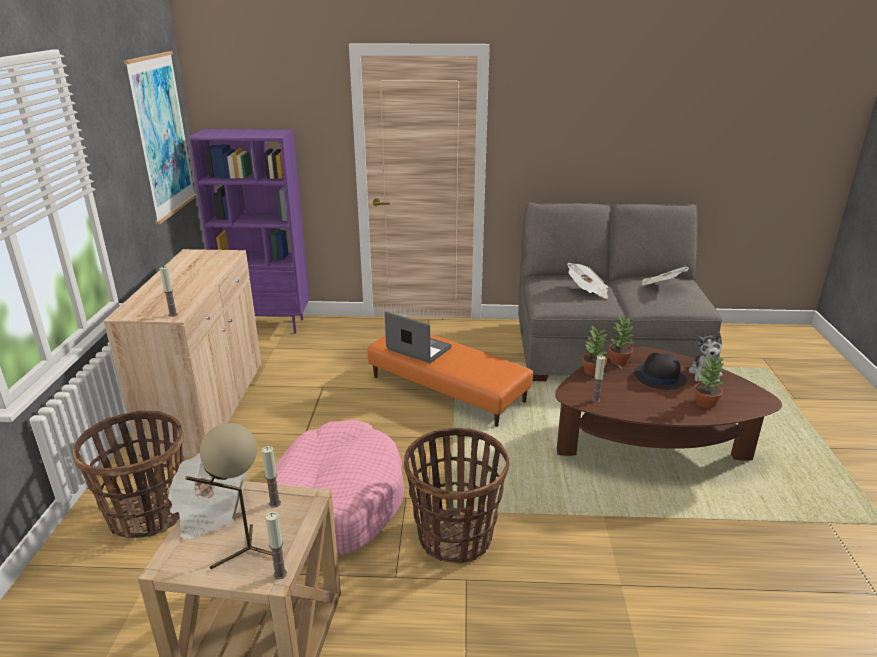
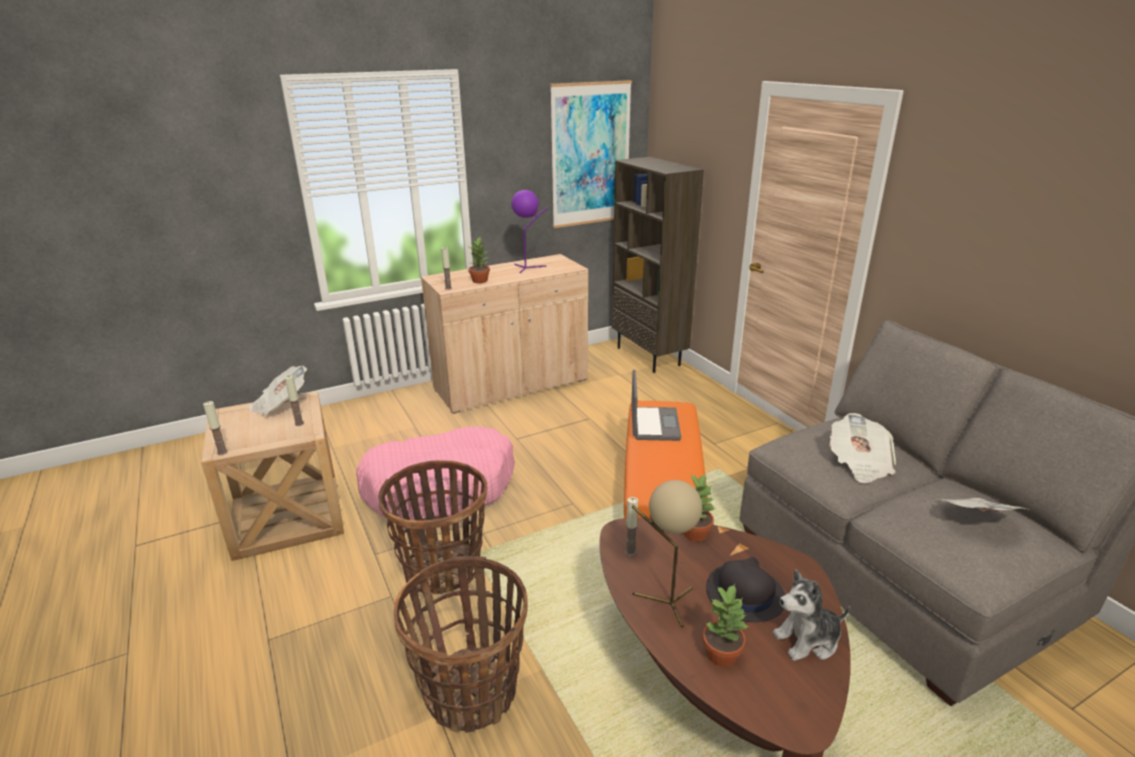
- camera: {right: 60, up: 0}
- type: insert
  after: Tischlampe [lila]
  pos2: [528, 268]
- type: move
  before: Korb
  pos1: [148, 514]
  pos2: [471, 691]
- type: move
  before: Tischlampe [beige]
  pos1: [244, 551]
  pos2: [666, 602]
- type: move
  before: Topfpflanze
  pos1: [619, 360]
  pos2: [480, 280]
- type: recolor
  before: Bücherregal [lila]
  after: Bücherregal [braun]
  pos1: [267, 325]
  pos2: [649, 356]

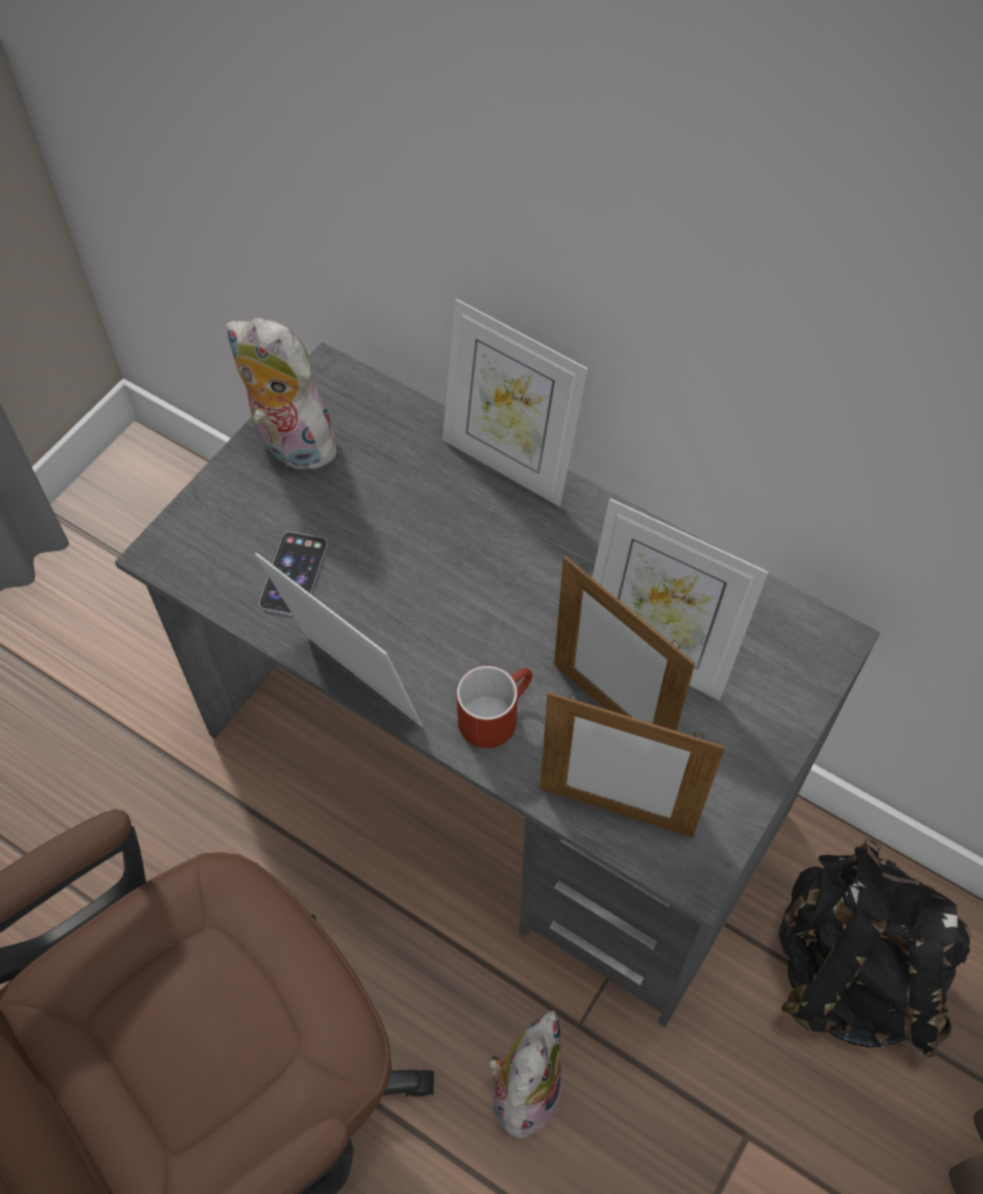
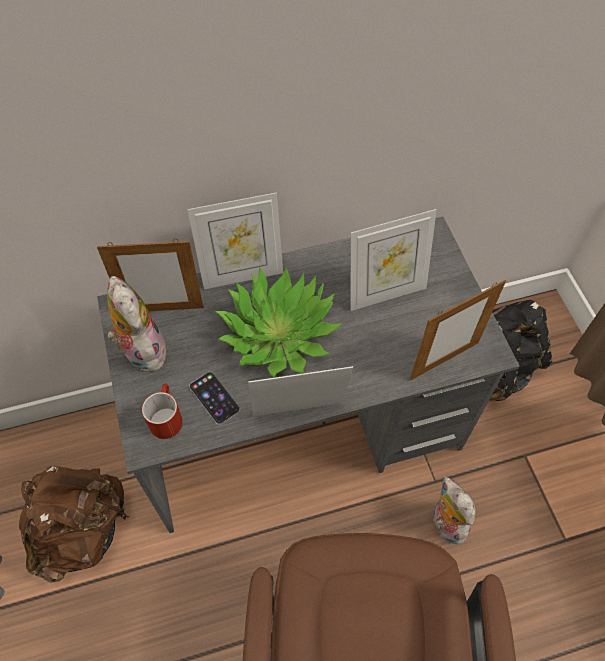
- camera: {right: -50, up: 0}
- type: insert
  after: Rucksack [braun]
  pos2: [83, 530]
- type: insert
  after: Topfpflanze
  pos2: [279, 333]
- type: move
  before: Henkelbecher [rot]
  pos1: [495, 713]
  pos2: [165, 416]
- type: move
  before: Bilderrahmen
  pos1: [610, 711]
  pos2: [163, 309]
- type: rotate
  before: Plüschtier
  pos1: [289, 445]
  pos2: [141, 350]
  turn: 75

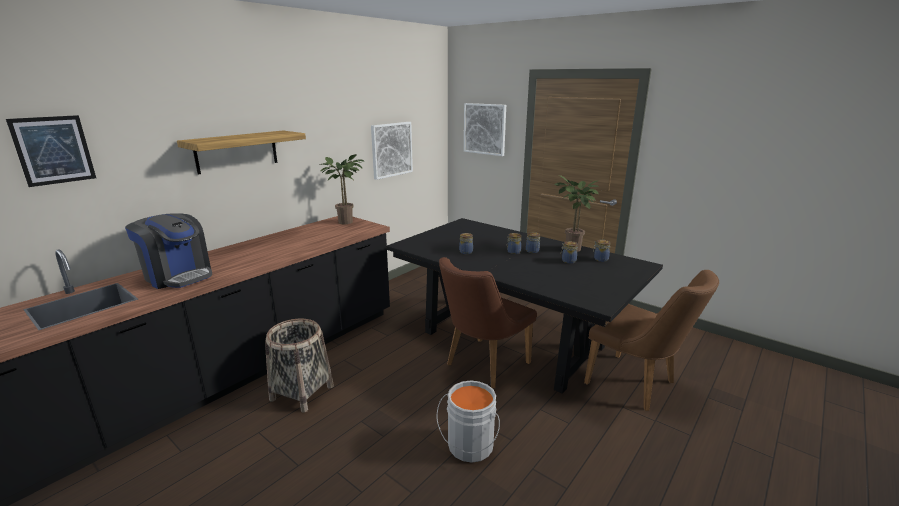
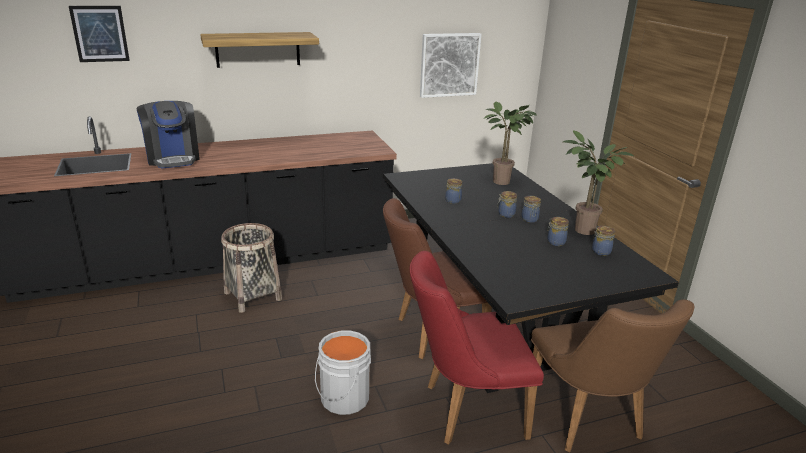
- camera: {right: 30, up: 5}
- type: delete
  before: Bild
  pos1: [485, 129]
- type: insert
  after: Stuhl [rot]
  pos2: [464, 410]
- type: move
  before: Topfpflanze
  pos1: [348, 221]
  pos2: [504, 181]

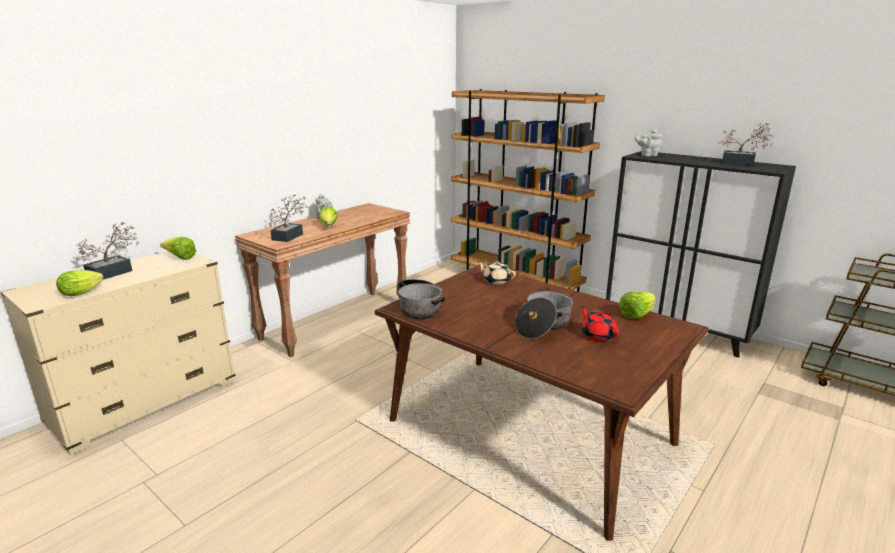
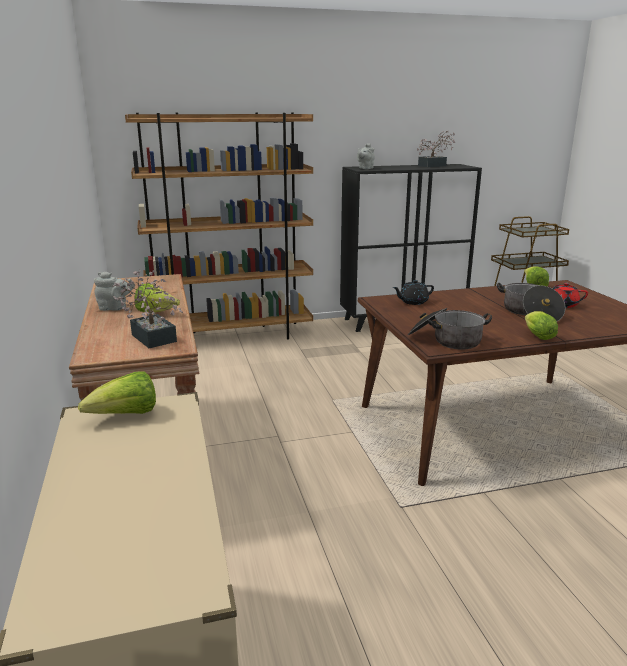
- camera: {right: -55, up: 0}
- type: delete
  before: Topfpflanze
  pos1: [114, 272]
- type: move
  before: Salatkopf
  pos1: [83, 292]
  pos2: [536, 335]
- type: recolor
  before: Teekanne [beige]
  after: Teekanne [schwarz]
  pos1: [496, 281]
  pos2: [413, 302]

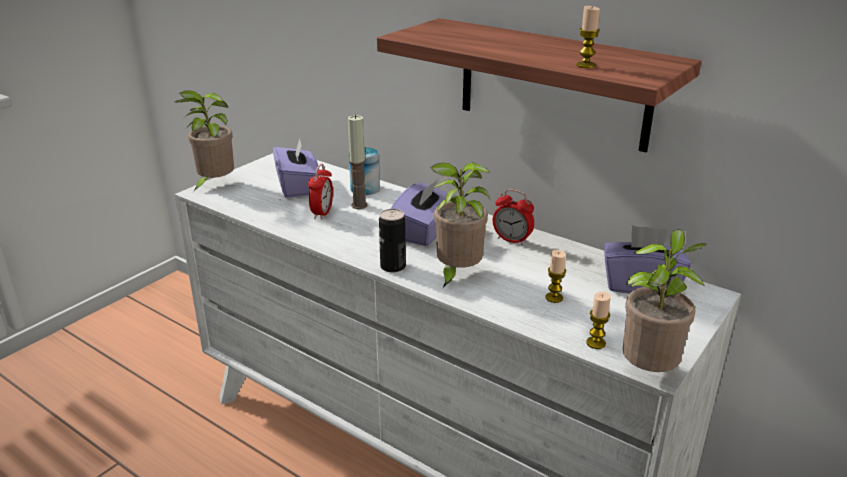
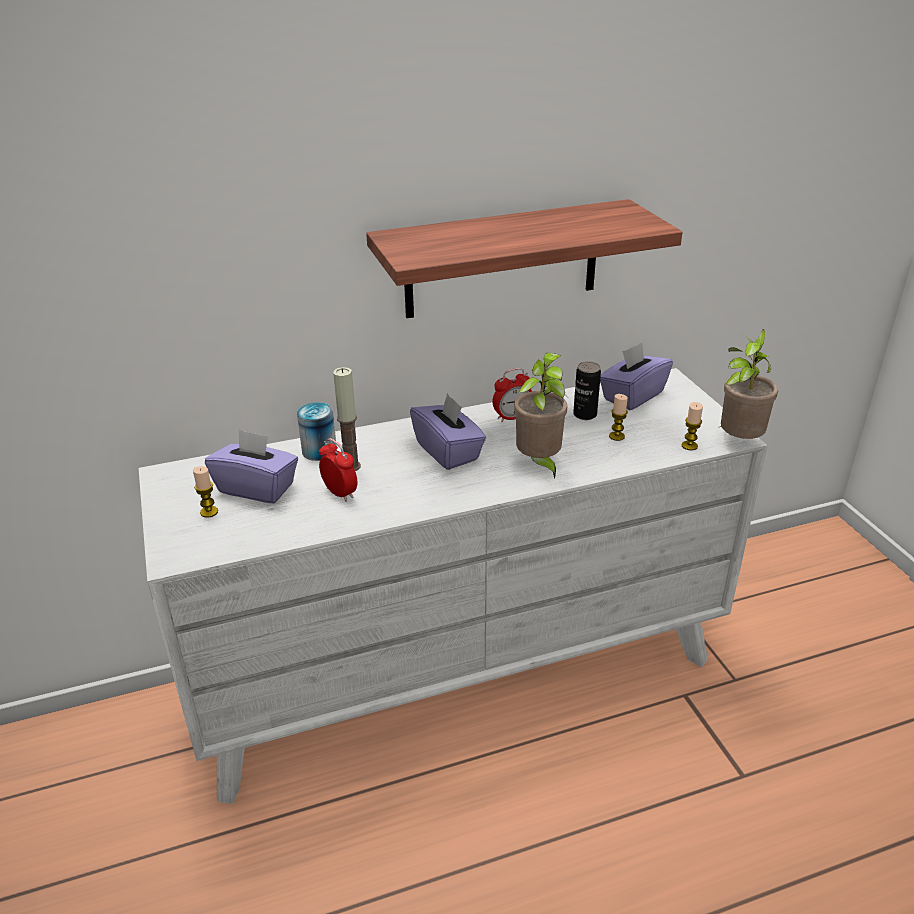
- camera: {right: -55, up: 5}
- type: delete
  before: Topfpflanze
  pos1: [214, 185]
- type: move
  before: Dose
  pos1: [393, 266]
  pos2: [585, 415]
- type: move
  before: Kerze
  pos1: [585, 65]
  pos2: [209, 512]

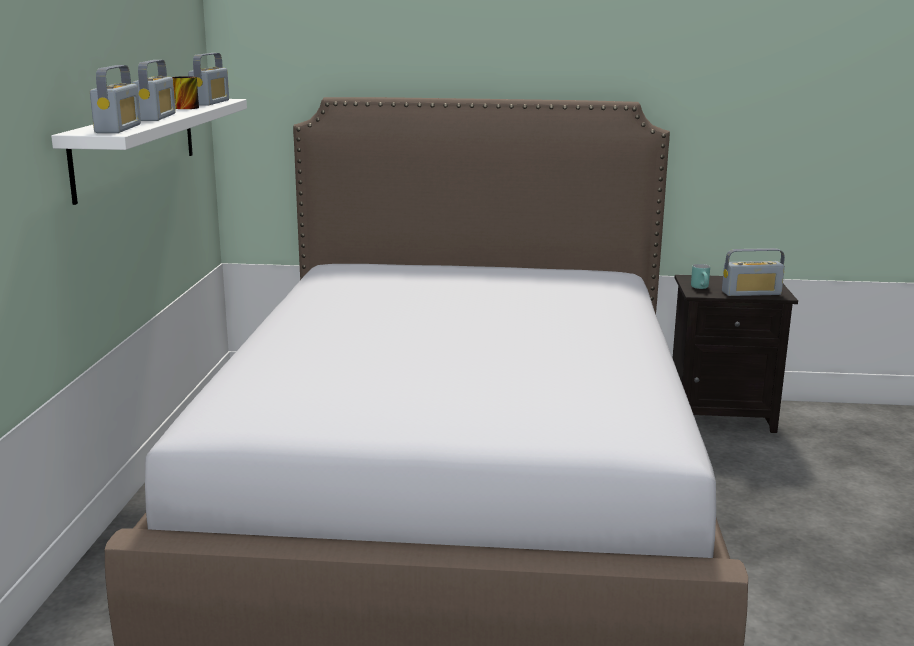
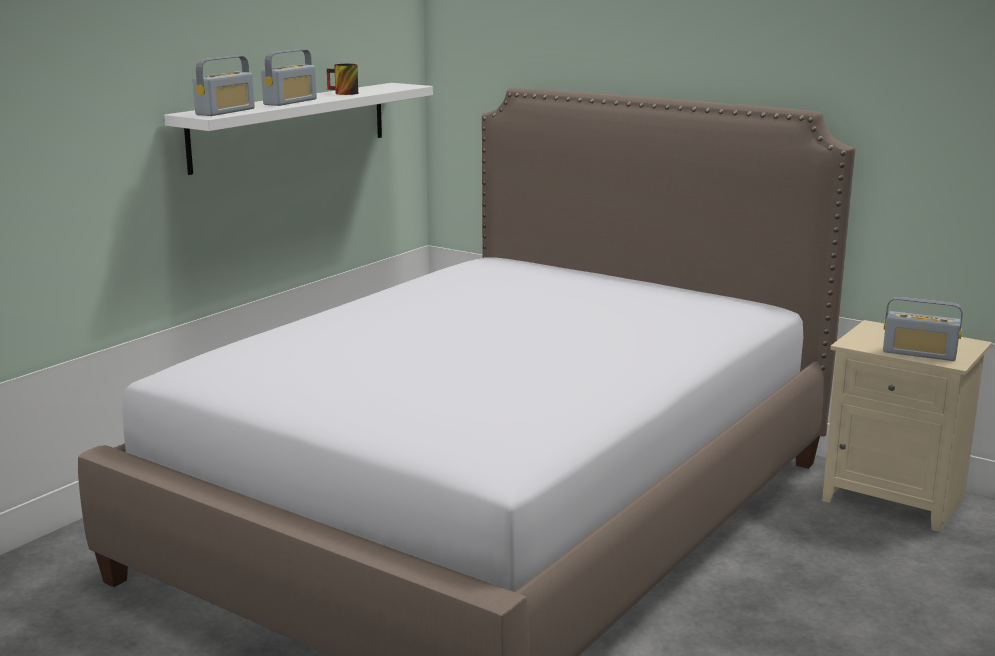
- camera: {right: 30, up: 0}
- type: delete
  before: Radio
  pos1: [210, 102]
- type: delete
  before: Henkelbecher [türkis]
  pos1: [702, 288]
- type: recolor
  before: Nachttisch [schwarz]
  after: Nachttisch [beige]
  pos1: [722, 415]
  pos2: [896, 498]

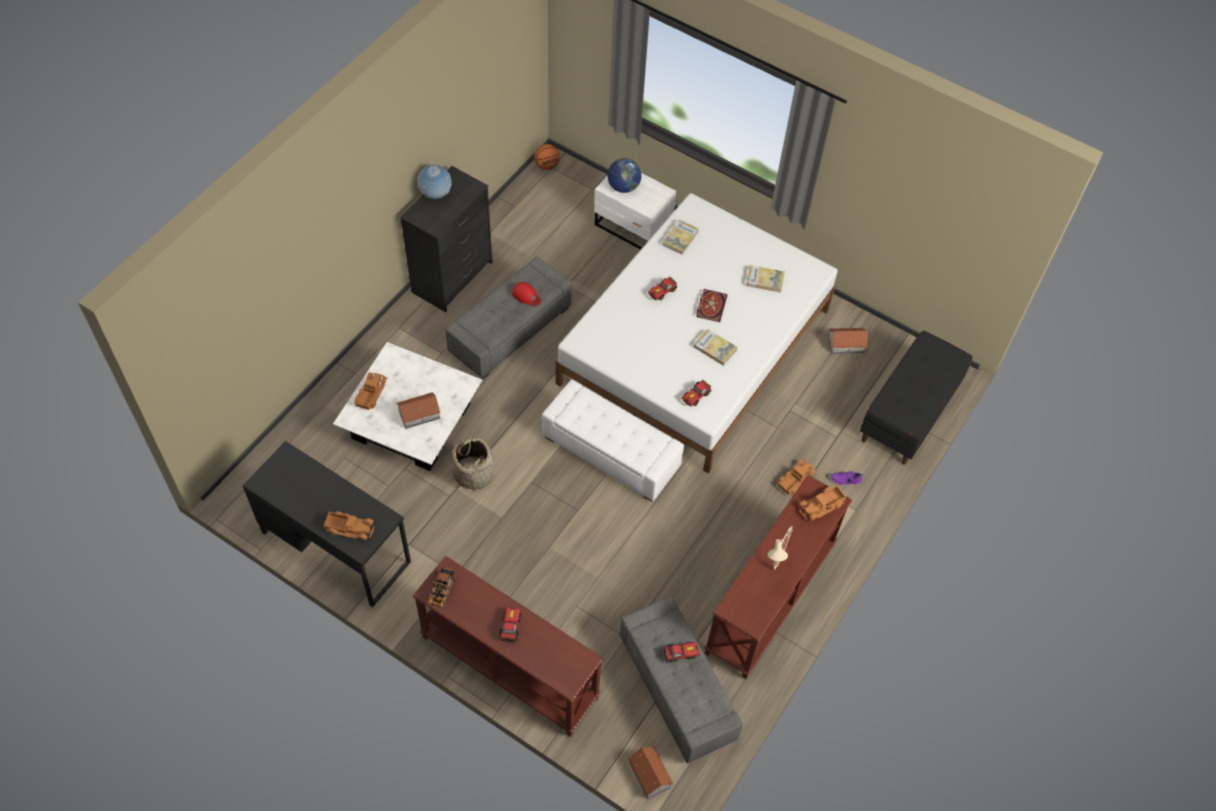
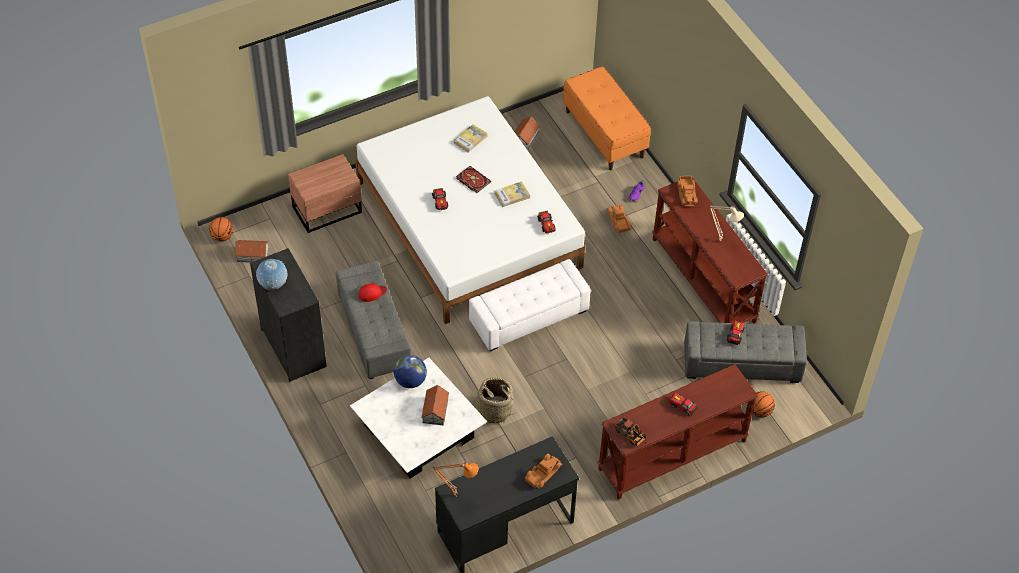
- camera: {right: -60, up: -5}
- type: delete
  before: Spielzeuglaster
  pos1: [370, 393]
- type: delete
  before: Buch
  pos1: [680, 238]
- type: insert
  after: Tischlampe [orange]
  pos2: [455, 494]
- type: insert
  after: Basketball
  pos2: [760, 411]
- type: move
  before: Globus
  pos1: [623, 187]
  pos2: [410, 381]
- type: move
  before: Spielzeughaus
  pos1: [649, 775]
  pos2: [253, 255]
- type: recolor
  before: Nachttisch [weiß]
  after: Nachttisch [braun]
  pos1: [633, 227]
  pos2: [328, 210]
- type: recolor
  before: Bank [schwarz]
  after: Bank [orange]
  pos1: [909, 414]
  pos2: [604, 134]

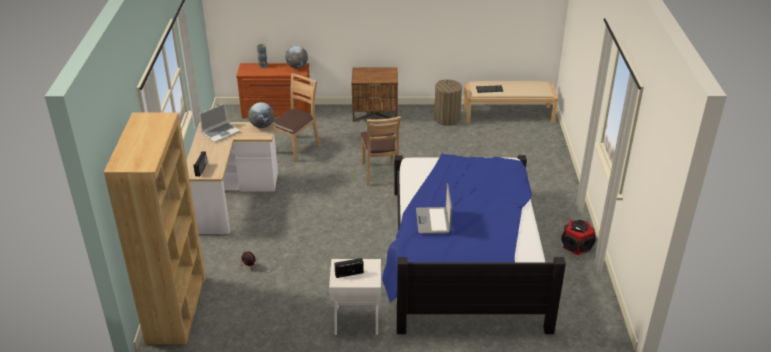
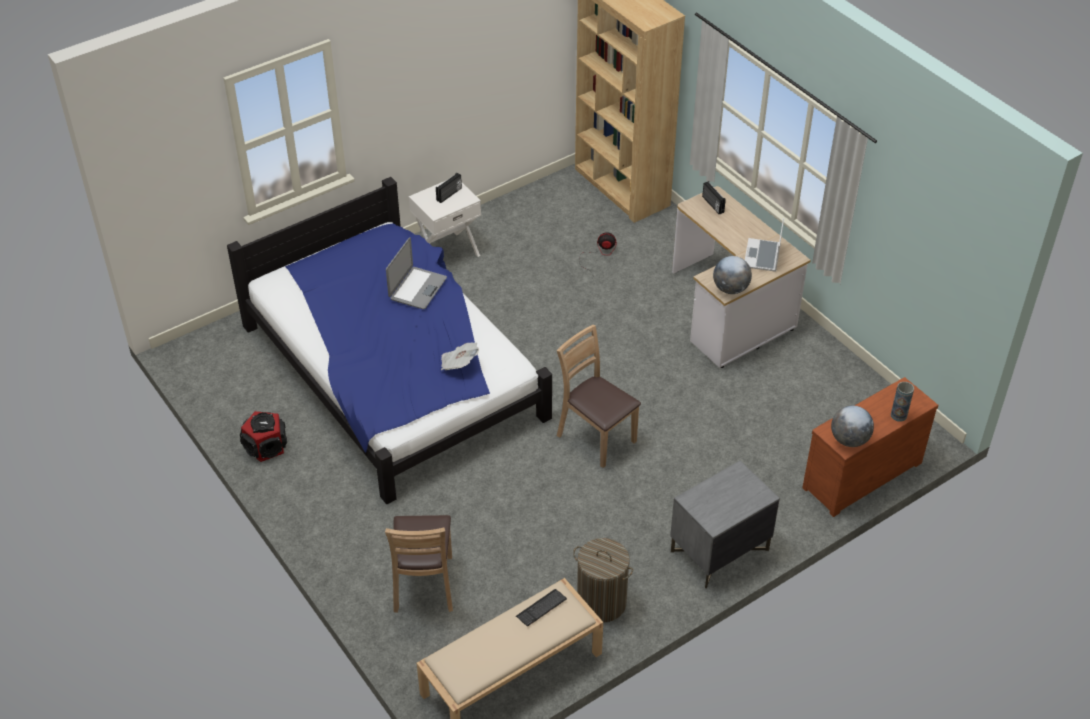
- camera: {right: 145, up: 10}
- type: insert
  after: Zeitung
  pos2: [459, 364]
- type: move
  before: Stuhl [braun]
  pos1: [296, 148]
  pos2: [424, 585]
- type: recolor
  before: Nachttisch [braun]
  after: Nachttisch [grau]
  pos1: [375, 114]
  pos2: [719, 551]
- type: rotate
  before: Laptop
  pos1: [433, 221]
  pos2: [417, 288]
  turn: 60

